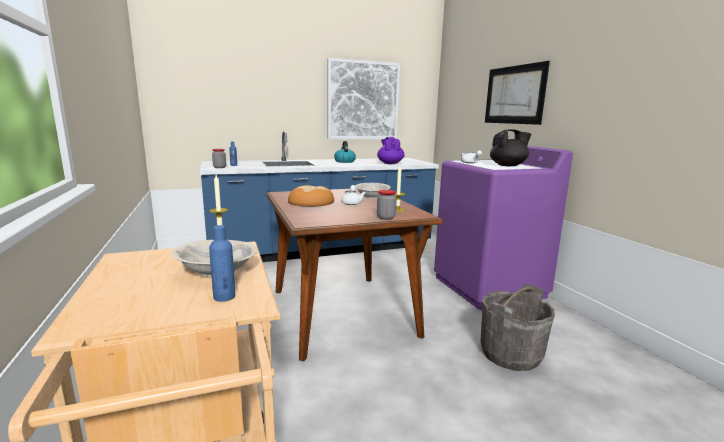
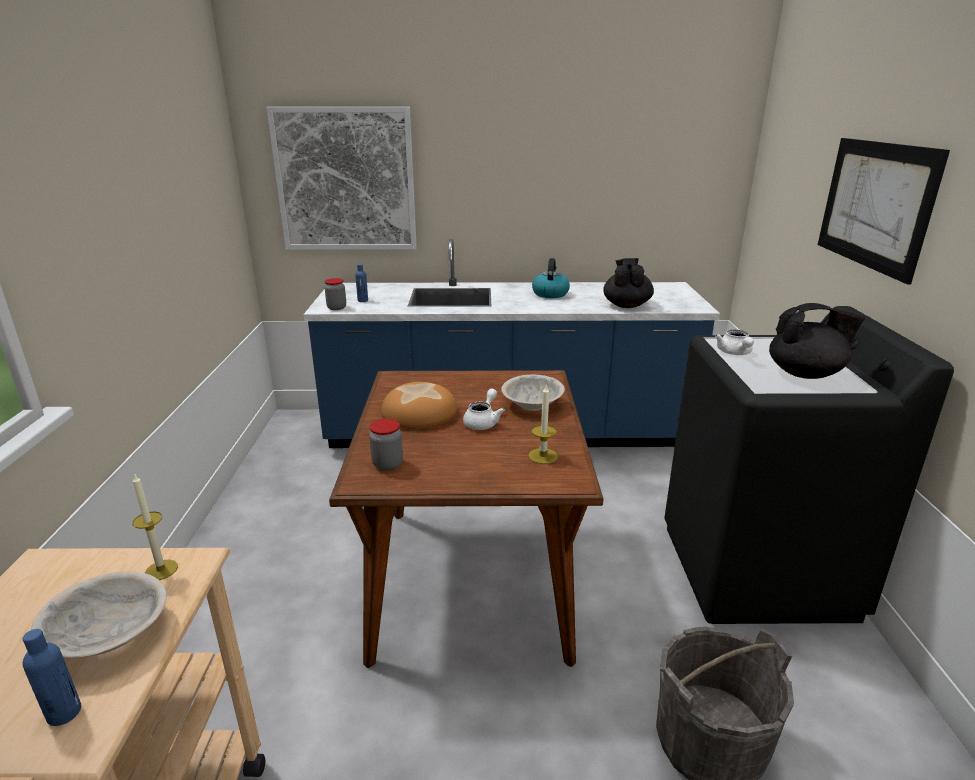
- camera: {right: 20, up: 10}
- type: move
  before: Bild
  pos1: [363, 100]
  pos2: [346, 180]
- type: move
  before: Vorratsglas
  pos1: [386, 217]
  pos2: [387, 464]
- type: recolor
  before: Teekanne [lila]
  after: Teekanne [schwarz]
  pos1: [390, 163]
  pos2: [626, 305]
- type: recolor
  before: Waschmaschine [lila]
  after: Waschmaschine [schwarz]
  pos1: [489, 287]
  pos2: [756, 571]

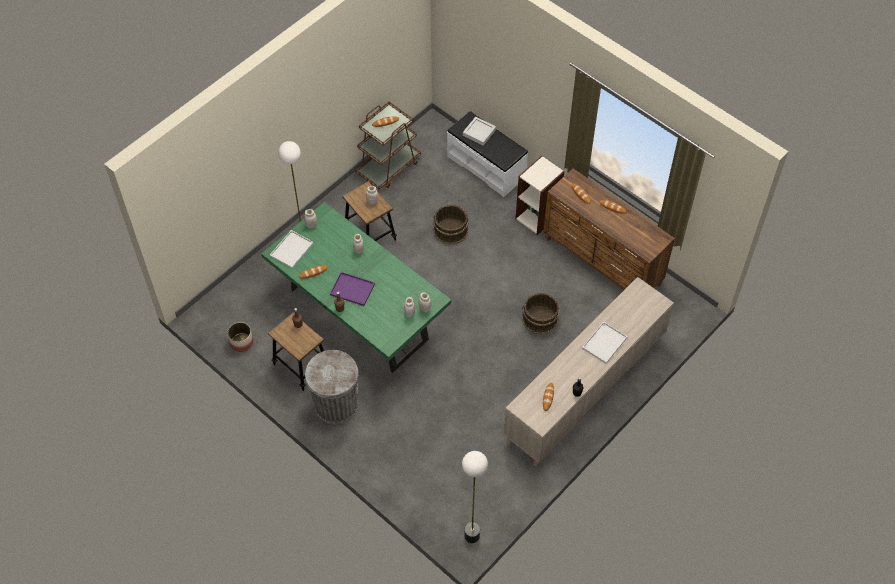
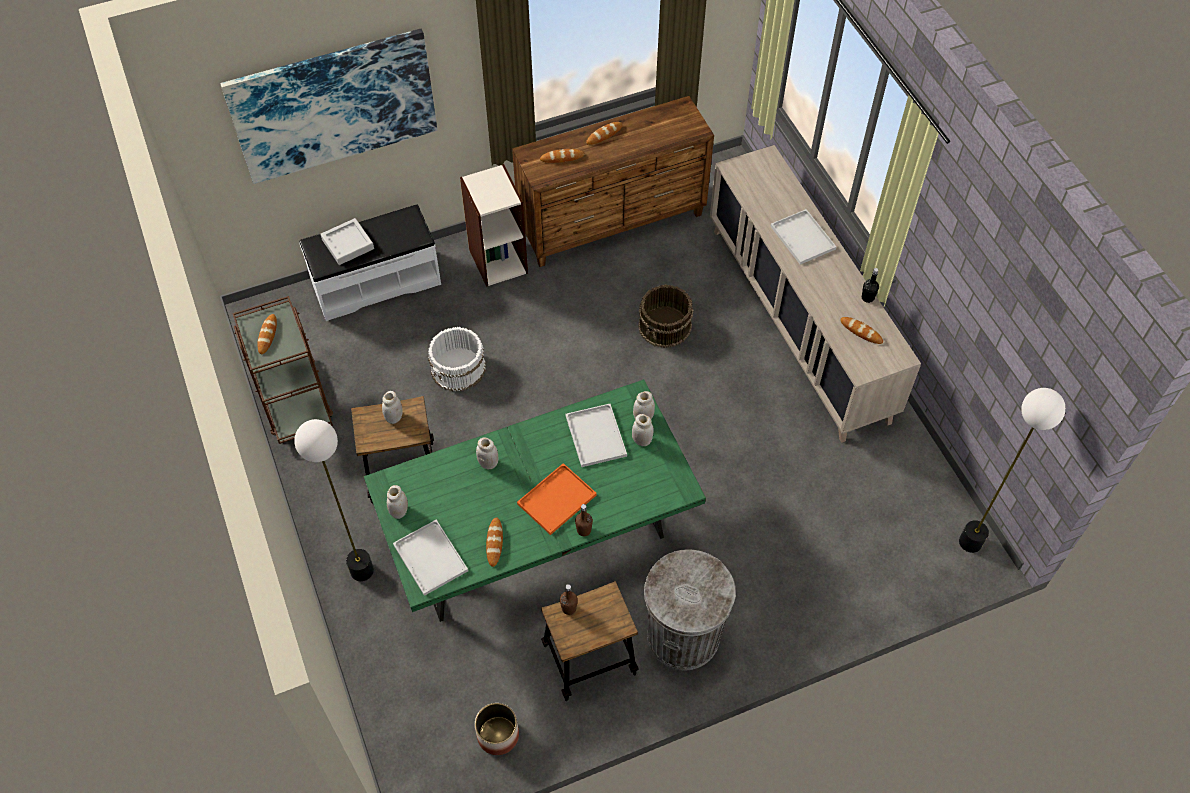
- camera: {right: -65, up: 0}
- type: insert
  after: Bild
  pos2: [334, 105]
- type: insert
  after: Tablett [weiß]
  pos2: [597, 437]
- type: recolor
  before: Tablett [lila]
  after: Tablett [orange]
  pos1: [353, 289]
  pos2: [557, 498]
- type: recolor
  before: Eimer [braun]
  after: Eimer [weiß]
  pos1: [450, 230]
  pos2: [458, 369]

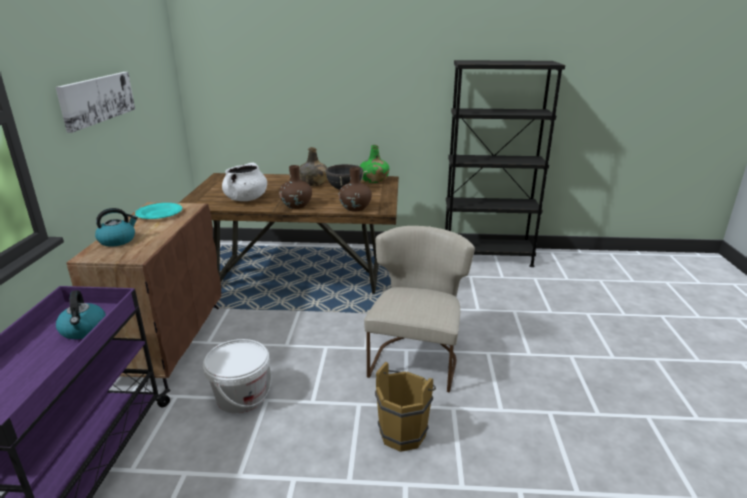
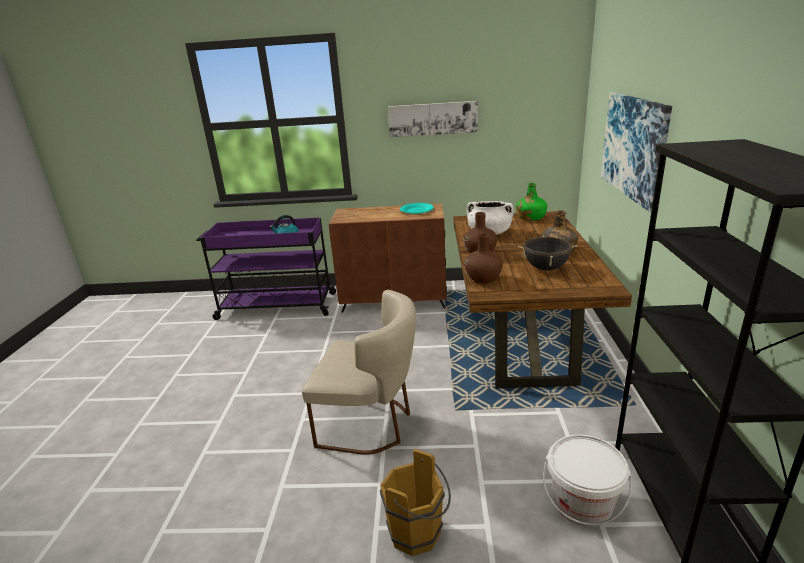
- camera: {right: 90, up: 0}
- type: delete
  before: Wasserkessel
  pos1: [118, 240]
- type: insert
  after: Bild
  pos2: [634, 147]
- type: move
  before: Eimer [weiß]
  pos1: [241, 397]
  pos2: [582, 503]
- type: move
  before: Flasche [grün]
  pos1: [374, 180]
  pos2: [530, 218]
- type: move
  before: Eimer [braun]
  pos1: [404, 431]
  pos2: [418, 534]

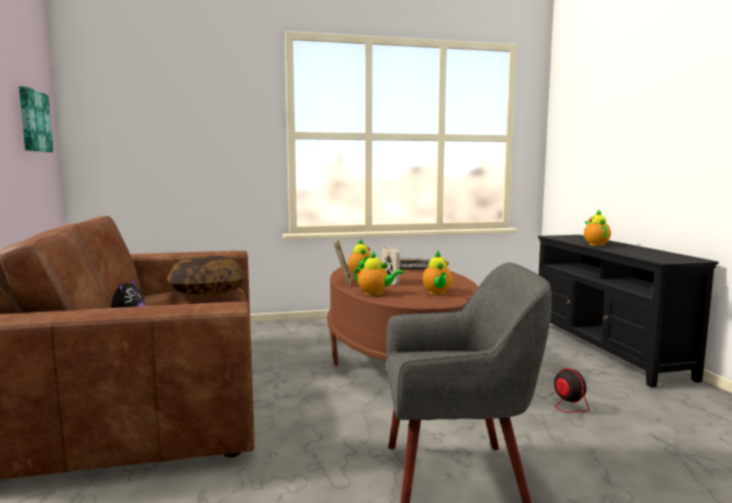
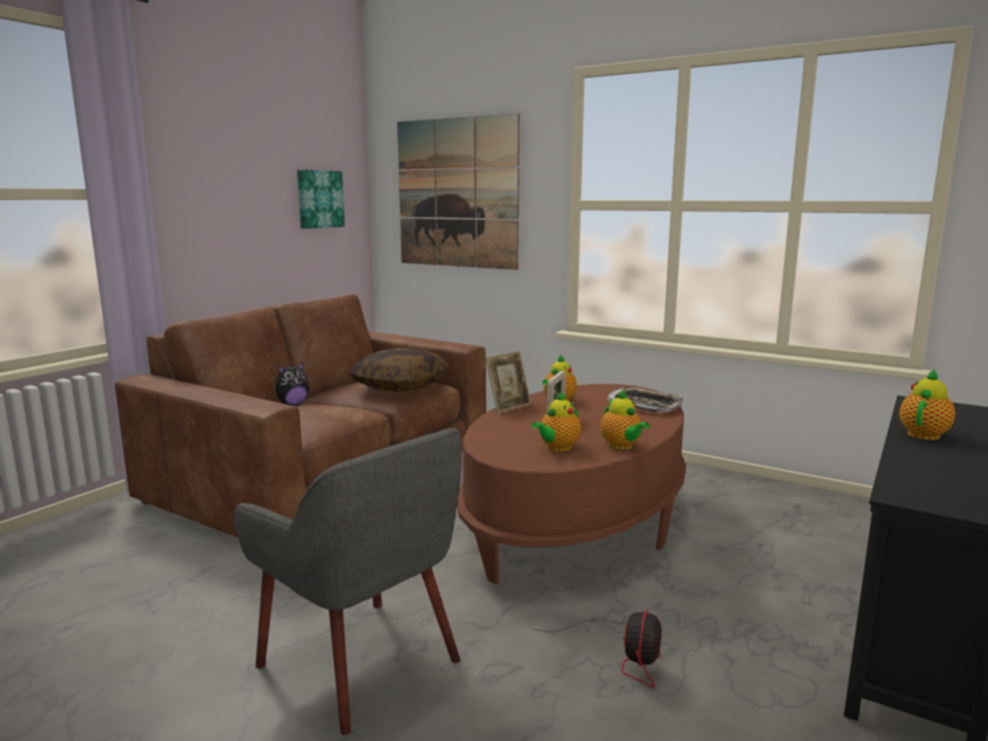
- camera: {right: 45, up: 5}
- type: insert
  after: Bild
  pos2: [457, 193]
- type: move
  before: Teekanne
  pos1: [375, 293]
  pos2: [622, 446]

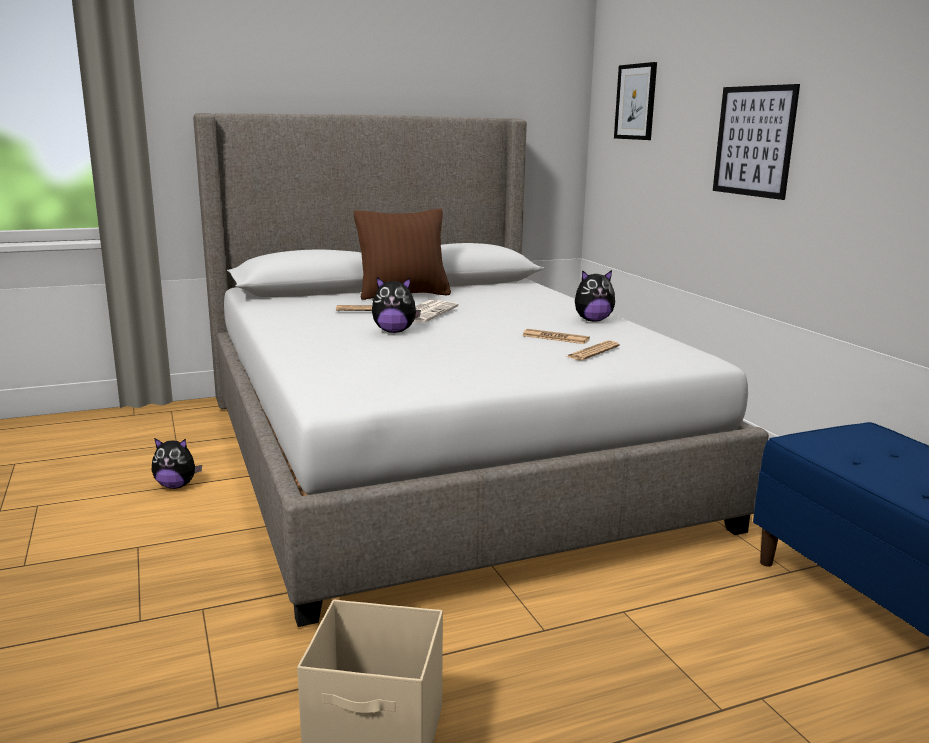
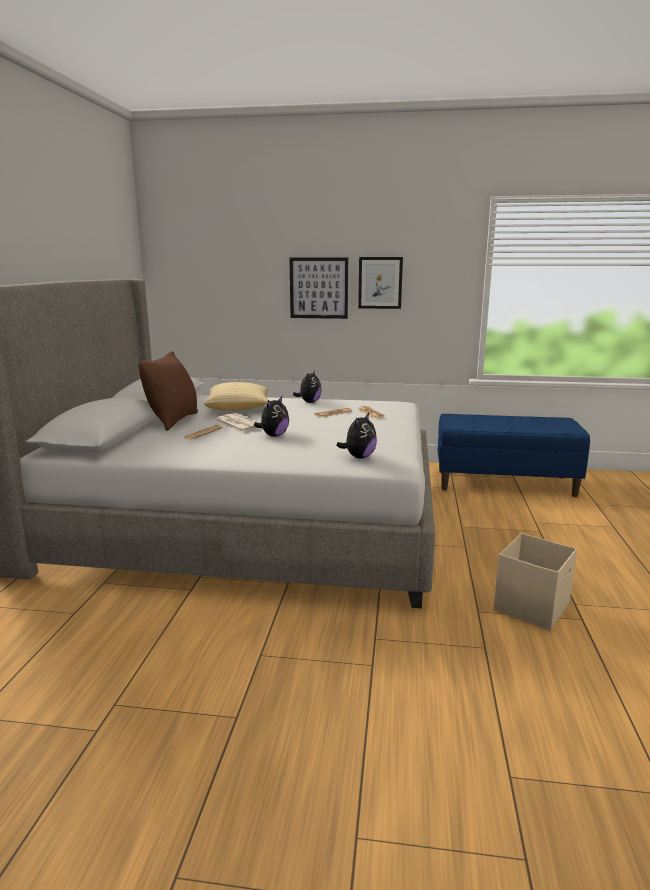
- camera: {right: -60, up: 0}
- type: insert
  after: Kissen
  pos2: [238, 408]
- type: move
  before: Plüschtier
  pos1: [176, 485]
  pos2: [359, 457]
- type: move
  before: Bild
  pos1: [636, 102]
  pos2: [380, 283]

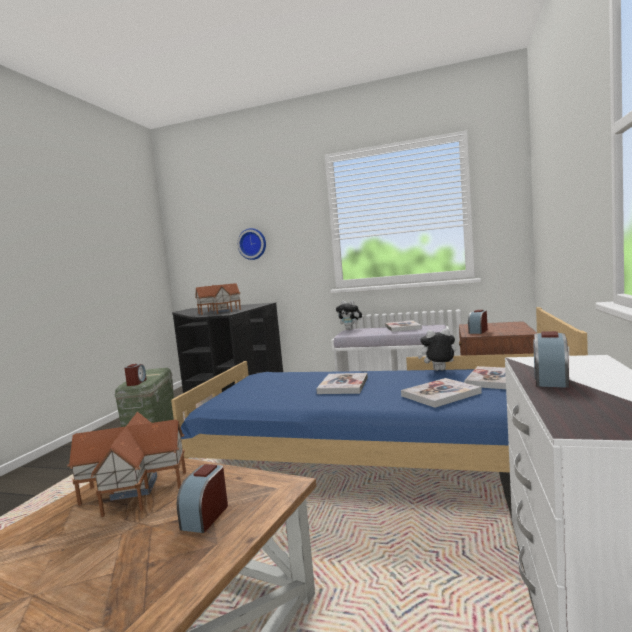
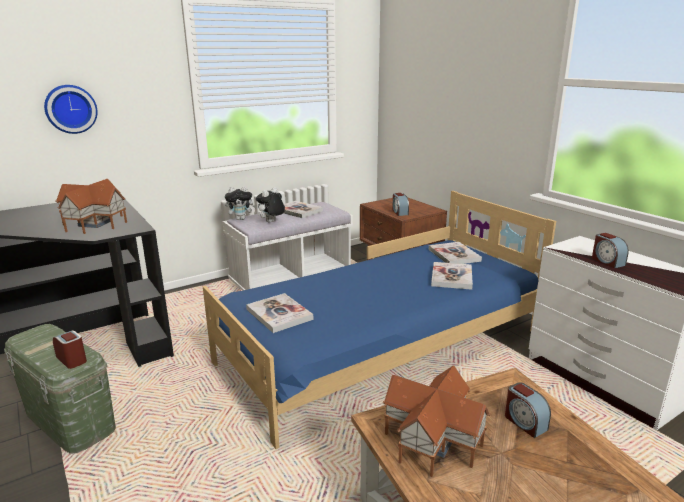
- camera: {right: -50, up: 15}
- type: move
  before: Buch
  pos1: [343, 385]
  pos2: [279, 314]
- type: move
  before: Plüschtier
  pos1: [439, 371]
  pos2: [271, 222]

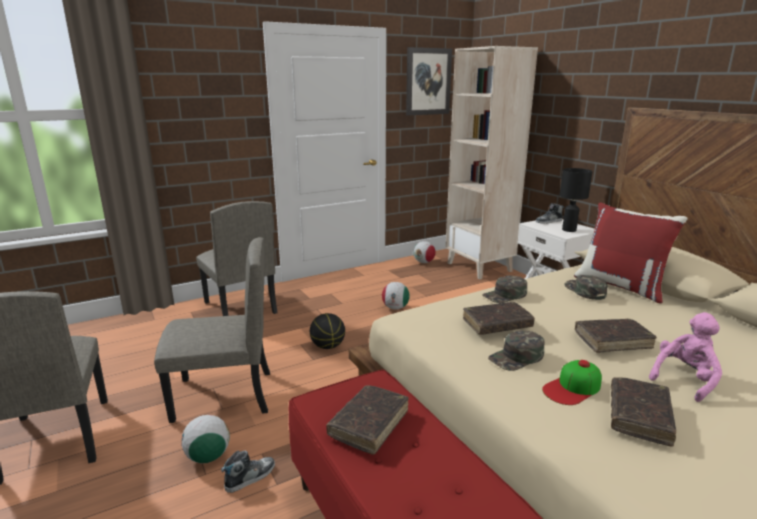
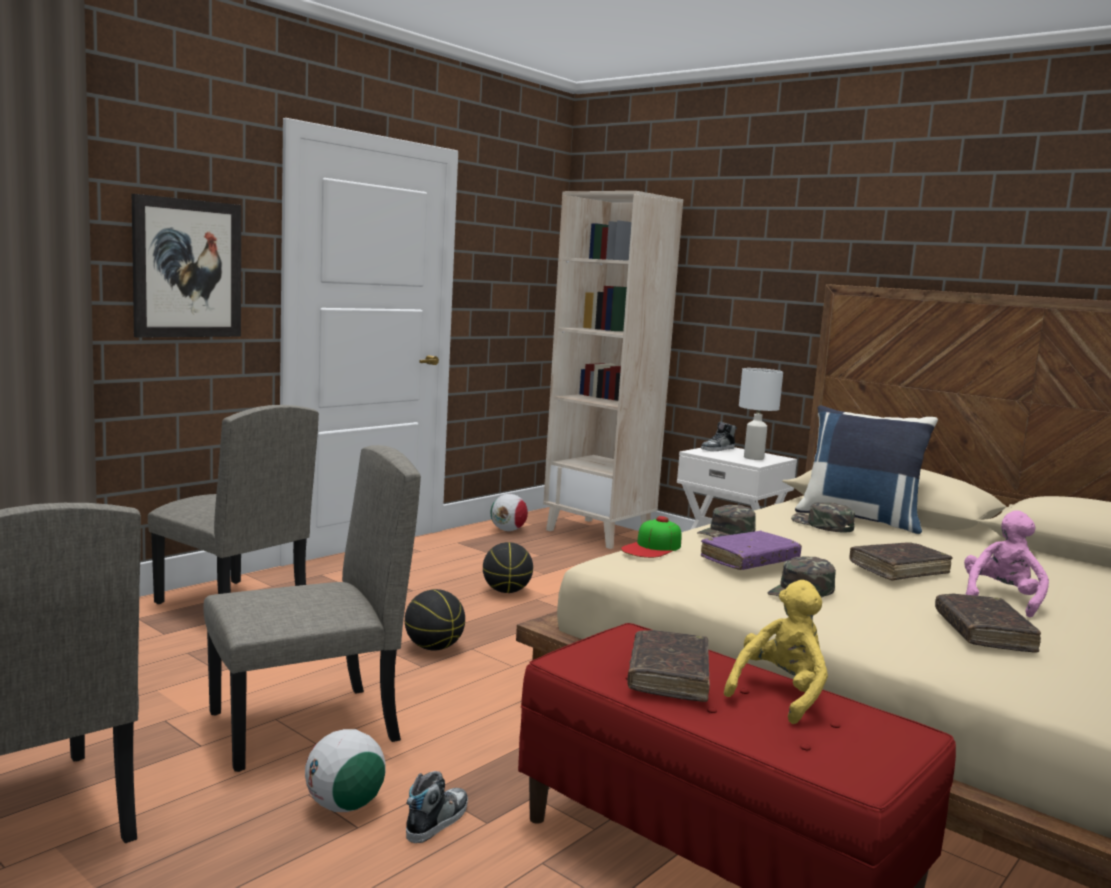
- camera: {right: -20, up: -10}
- type: insert
  after: Plüschtier [gelb]
  pos2: [780, 695]
- type: move
  before: Bild
  pos1: [428, 81]
  pos2: [187, 268]
- type: move
  before: Kappe
  pos1: [572, 388]
  pos2: [652, 547]
- type: replace
  before: Fußball
  after: Basketball
  pos1: [395, 308]
  pos2: [506, 591]
- type: recolor
  before: Buch [braun]
  after: Buch [lila]
  pos1: [497, 324]
  pos2: [749, 560]
- type: recolor
  before: Tischlampe [schwarz]
  after: Tischlampe [weiß]
  pos1: [569, 230]
  pos2: [753, 458]
- type: recolor
  before: Kissen [rot]
  after: Kissen [blau]
  pos1: [621, 286]
  pos2: [860, 519]

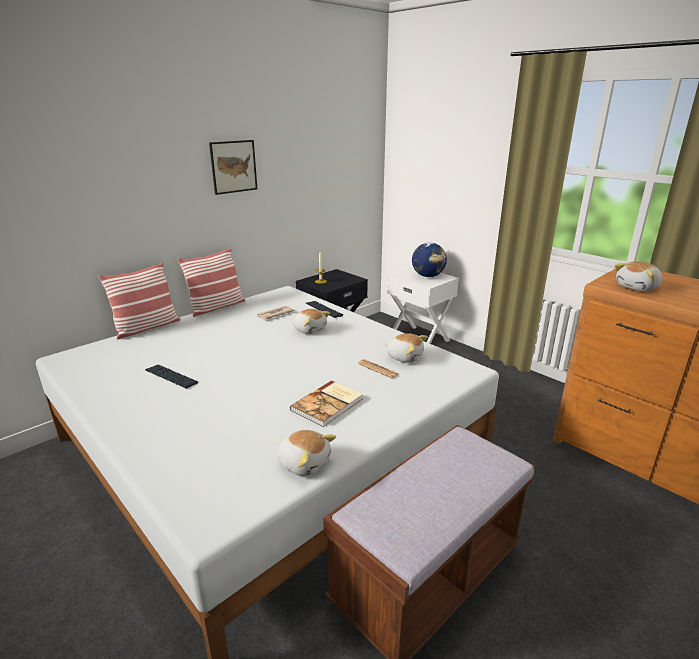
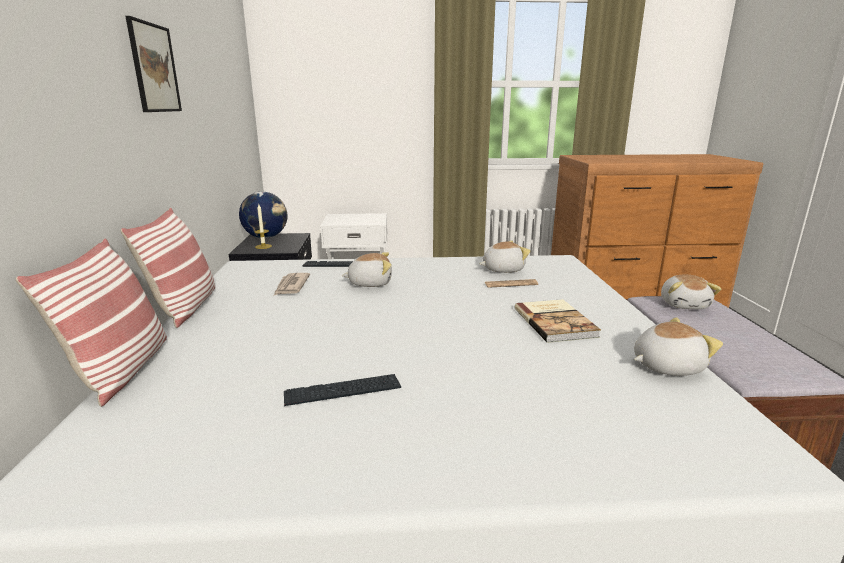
- camera: {right: -50, up: -5}
- type: move
  before: Globus
  pos1: [428, 276]
  pos2: [266, 237]
- type: move
  before: Plüschtier
  pos1: [638, 288]
  pos2: [684, 304]

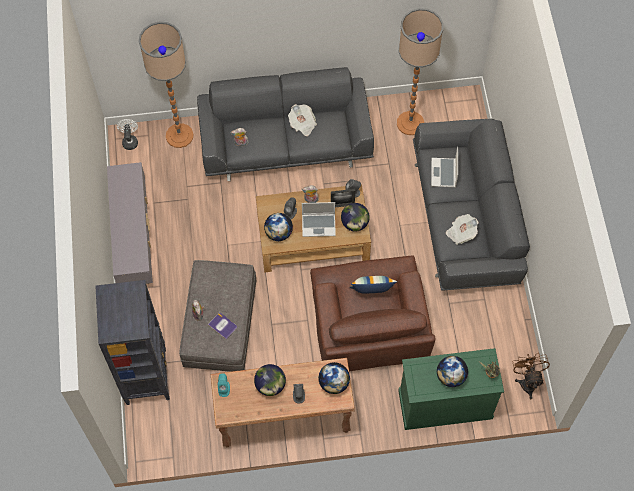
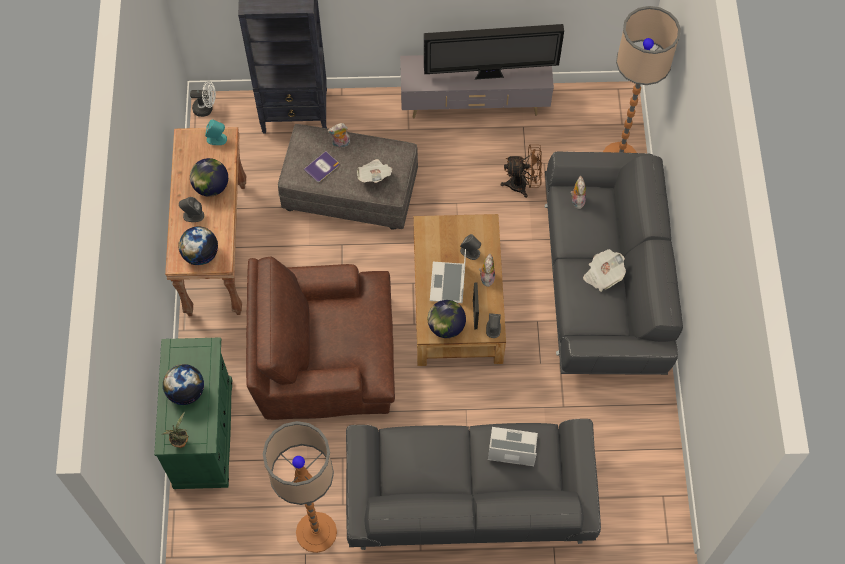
- camera: {right: 95, up: 0}
- type: delete
  before: Globus
  pos1: [278, 233]
- type: delete
  before: Kissen
  pos1: [371, 292]
- type: insert
  after: Fernseher
  pos2: [490, 75]
- type: move
  before: Ventilator [weiß]
  pos1: [130, 140]
  pos2: [206, 108]
- type: move
  before: Stehlampe
  pos1: [410, 123]
  pos2: [316, 532]
- type: move
  before: Zeitung
  pos1: [461, 233]
  pos2: [374, 176]
- type: move
  before: Ventilator [braun]
  pos1: [527, 381]
  pos2: [523, 184]

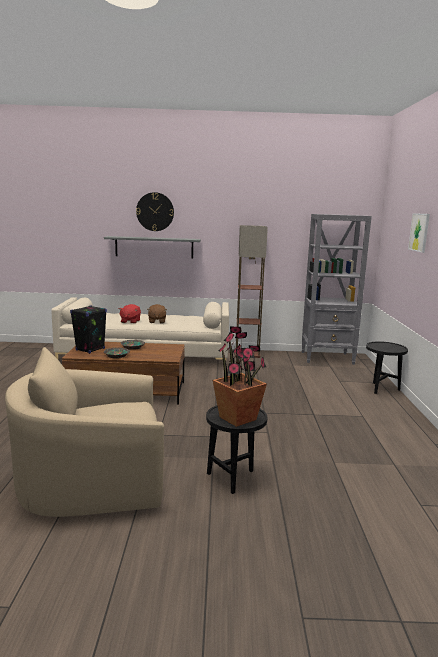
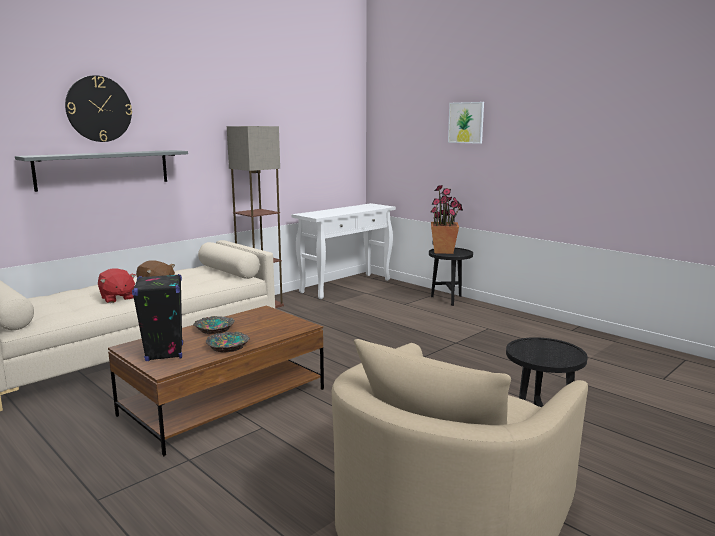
- camera: {right: -45, up: 0}
- type: move
  before: Topfpflanze
  pos1: [238, 418]
  pos2: [443, 251]
- type: replace
  before: Bücherregal [grau]
  after: Konsolentisch [weiß]
  pos1: [327, 358]
  pos2: [346, 286]

